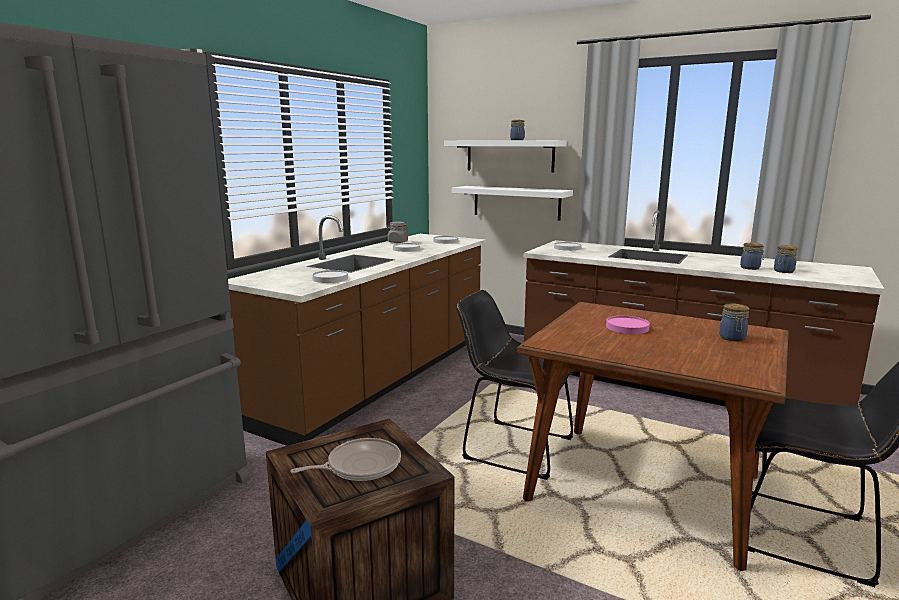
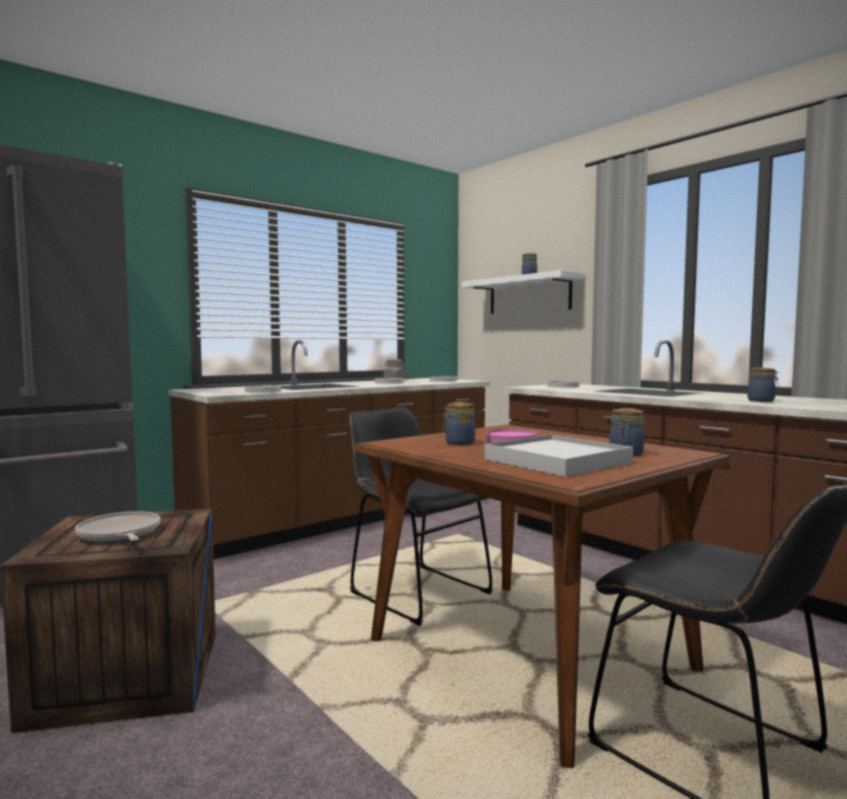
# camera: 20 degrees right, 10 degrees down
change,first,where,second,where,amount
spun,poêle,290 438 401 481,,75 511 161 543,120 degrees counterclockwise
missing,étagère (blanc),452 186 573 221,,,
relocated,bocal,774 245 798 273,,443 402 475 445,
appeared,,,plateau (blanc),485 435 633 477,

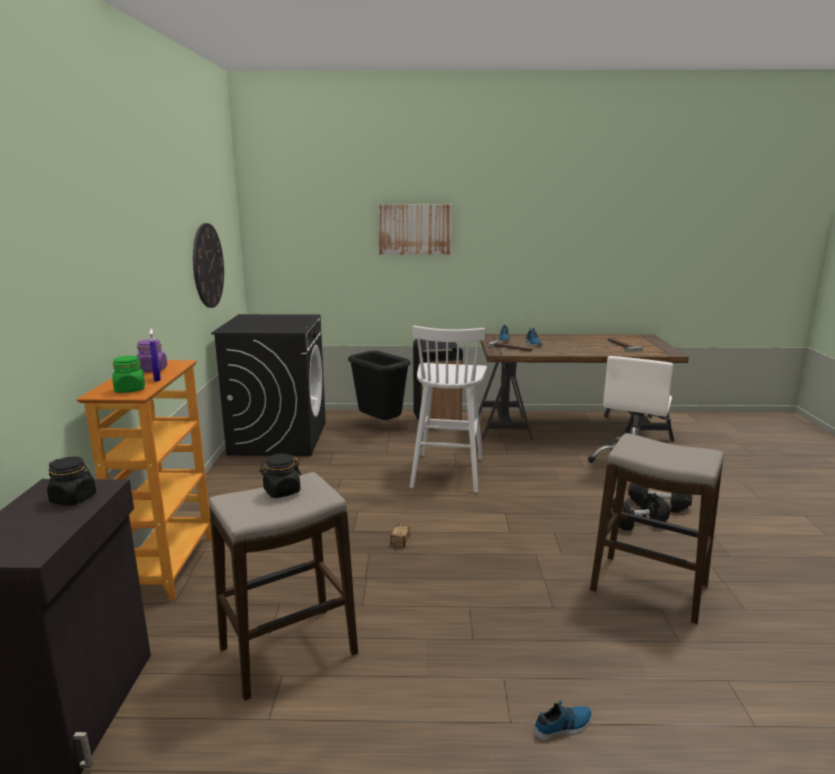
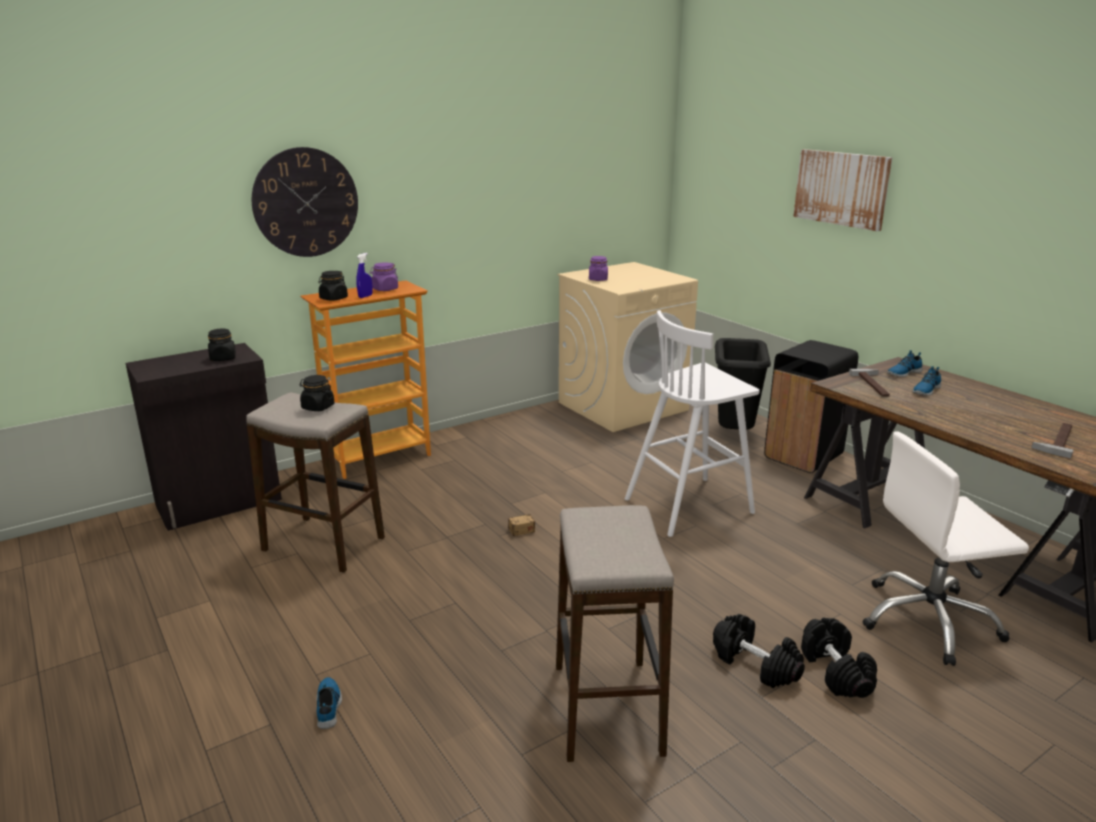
# camera: 55 degrees right, 5 degrees up
change,first,where,second,where,amount
colour,bocal (vert),113 356 145 393,bocal (noir),318 271 348 301,
relocated,horloge murale,193 223 224 308,,251 147 358 257,
colour,lave-linge (noir),211 314 326 456,lave-linge (beige),558 262 698 432,
spun,chaussure,534 700 592 741,,316 677 342 729,135 degrees counterclockwise
appeared,,,bocal (violet),589 256 608 281,

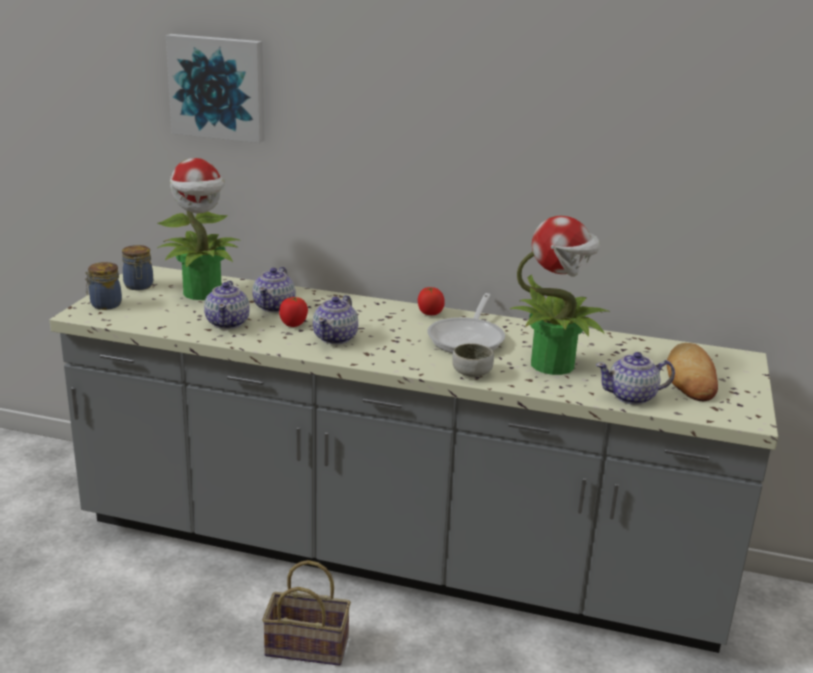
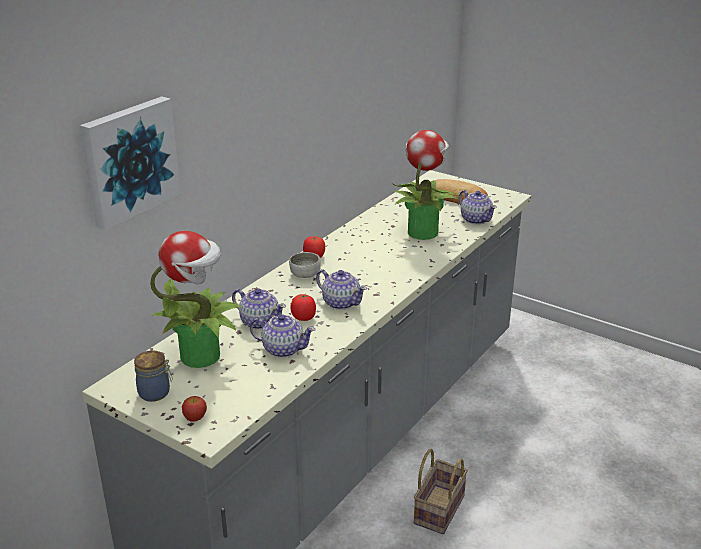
# camera: 70 degrees left, 5 degrees up
change,first,where,second,where,amount
exchanged,bocal,85 262 122 310,pomme,182 396 207 422,
missing,poêle,427 293 505 353,,,
relocated,bol,452 343 494 377,,289 252 321 278,
spun,théière,596 352 675 405,,459 190 497 225,45 degrees counterclockwise

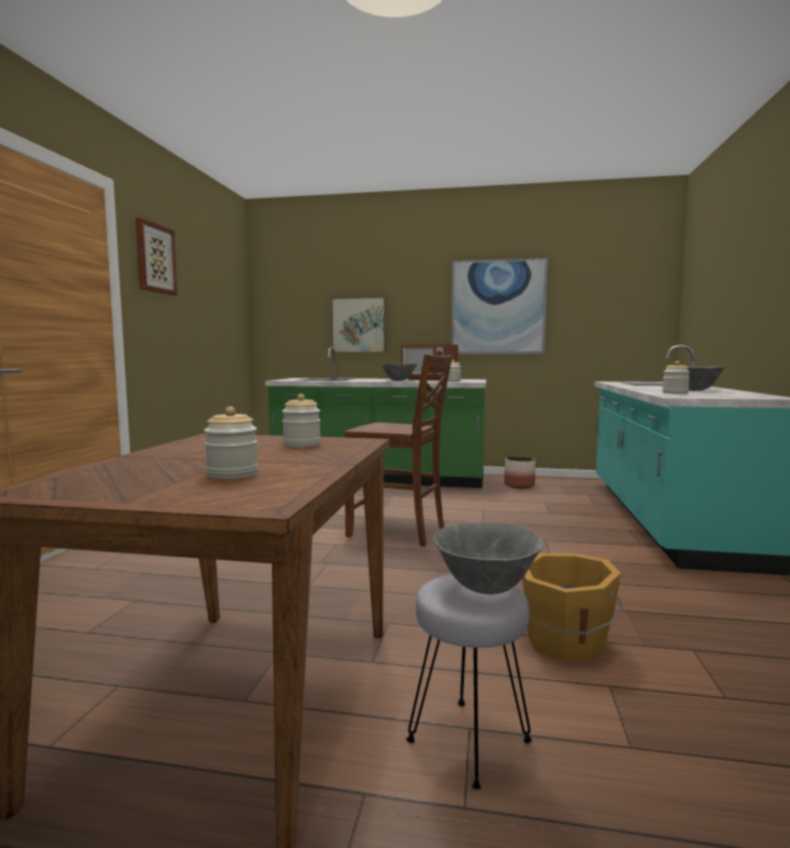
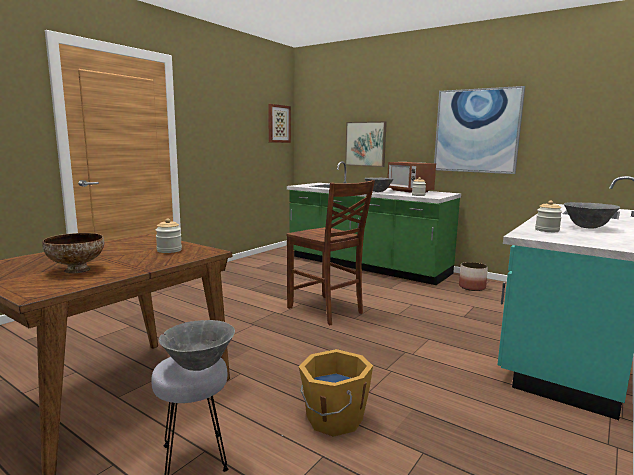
# camera: 25 degrees right, 5 degrees up
change,first,where,second,where,amount
relocated,tableau,136 218 178 295,,268 104 291 143,
exchanged,bocal,204 407 258 479,bol,42 233 104 273,

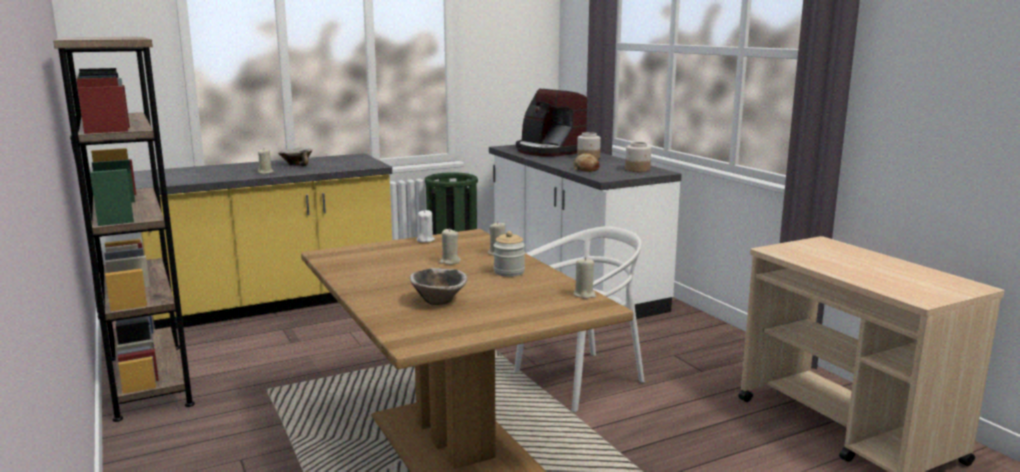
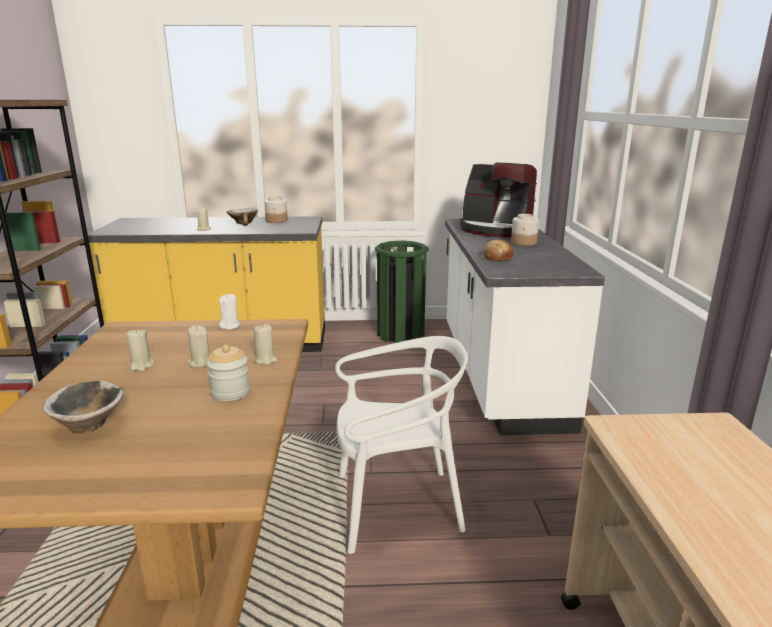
# camera: 25 degrees right, 5 degrees up
change,first,where,second,where,amount
spun,machine à café,516 89 588 157,,460 163 537 237,45 degrees counterclockwise
relocated,bougie (beige),574 257 596 299,,126 329 155 371,
relocated,bocal,625 142 651 172,,265 196 288 223,

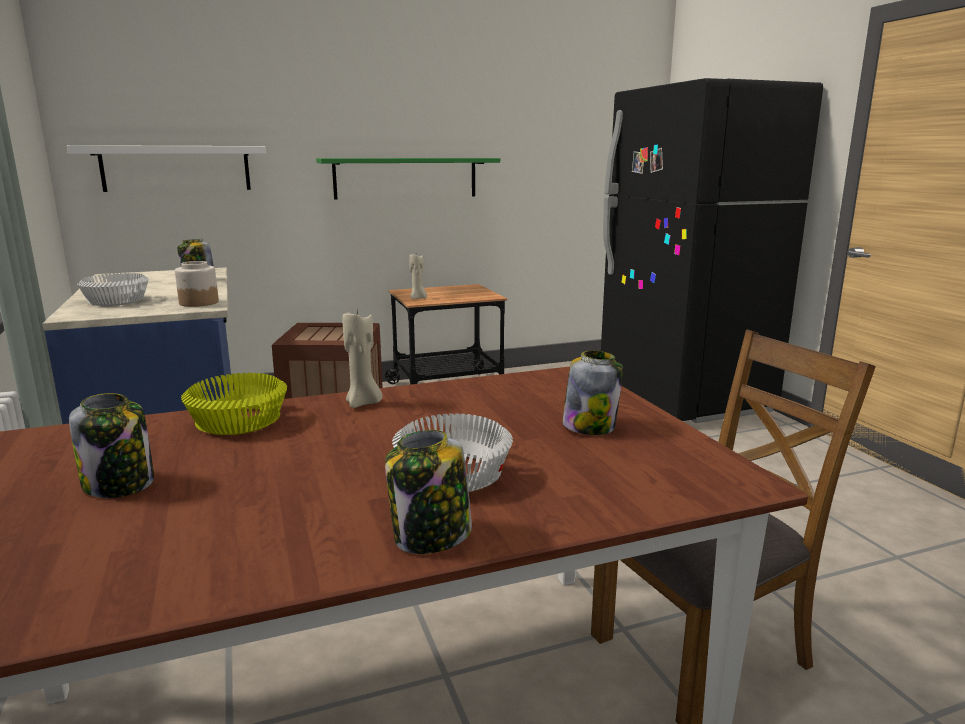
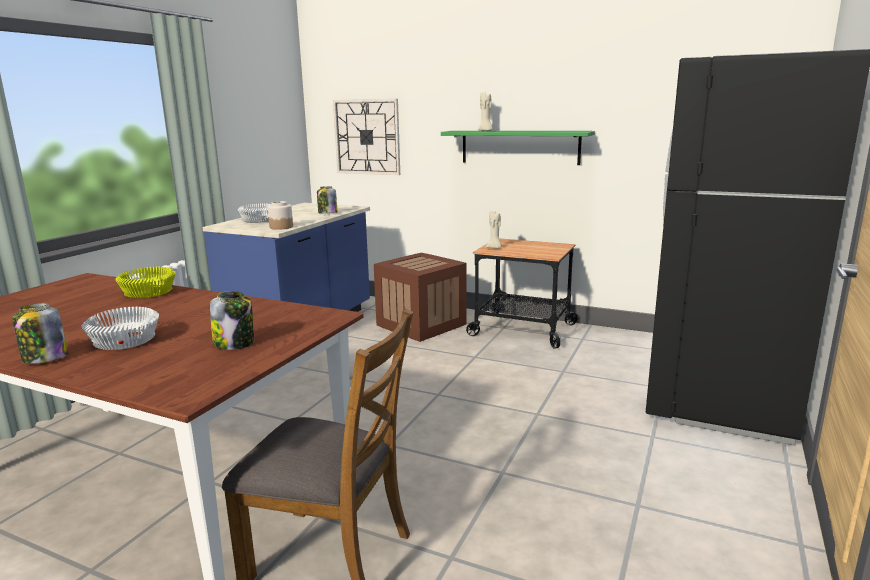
# camera: 45 degrees right, 0 degrees up
change,first,where,second,where,amount
exchanged,étagère (blanc),67 145 266 192,horloge murale,333 99 400 175,
missing,bocal,69 393 154 498,,,
relocated,bougie (beige),342 311 383 408,,478 92 492 131,

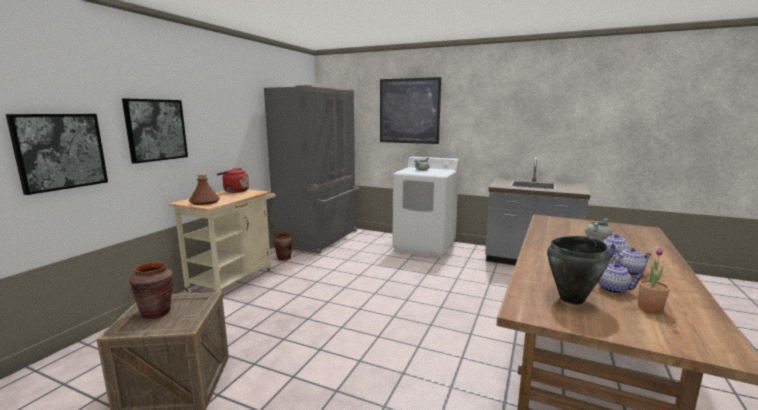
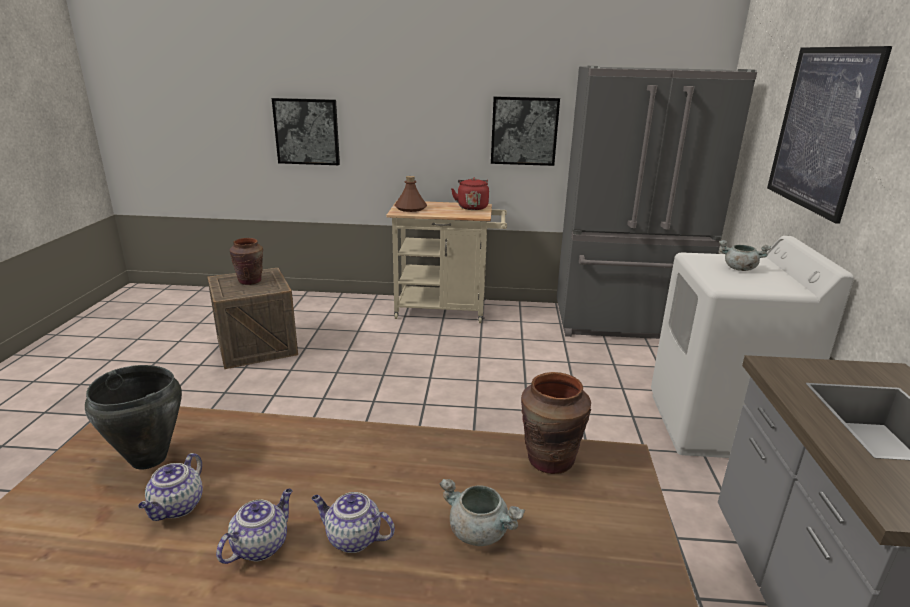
# camera: 70 degrees right, 10 degrees up
change,first,where,second,where,amount
relocated,tableau,122 98 188 164,,491 96 560 166,
relocated,vase (marron),273 232 293 261,,521 372 591 474,
spun,théière,610 248 651 276,,216 489 293 564,120 degrees counterclockwise
missing,plante en pot,638 248 670 313,,,

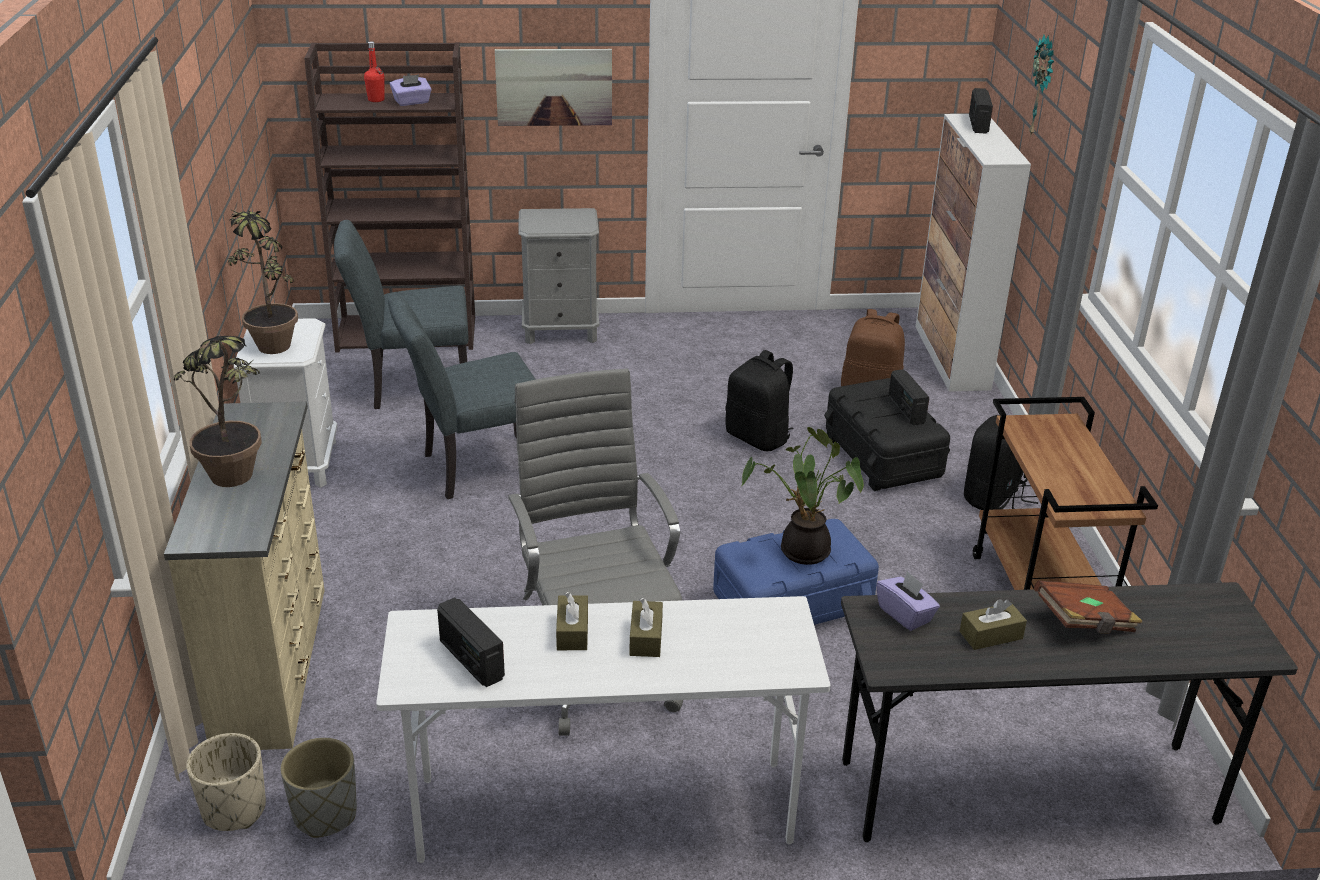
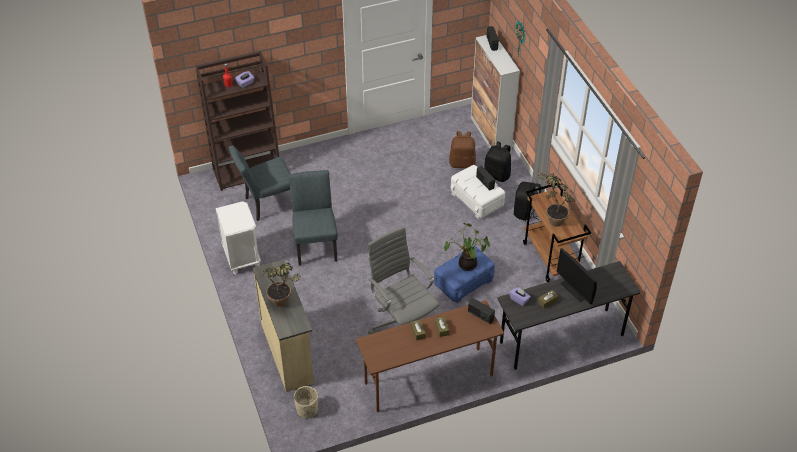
# camera: 15 degrees left, 15 degrees up
change,first,where,second,where,amount
relocated,plante en pot,227 199 298 354,,538 168 576 227,
missing,cache-pot (gris),280 738 357 838,,,
colour,bureau (blanc),376 596 830 863,bureau (marron),356 300 504 412,
spun,chaise (gris),388 295 536 499,,289 170 338 266,120 degrees clockwise
relocated,radio,437 597 505 687,,468 298 495 324,
missing,tableau,495 49 612 126,,,
missing,table de chevet (gris),518 208 599 344,,,
relocated,sac à dos (noir),725 350 794 451,,484 141 511 182,
colour,boîte de rangement (noir),824 378 950 491,boîte de rangement (blanc),451 165 505 219,
exchanged,livre (marron),1034 581 1143 634,écran d'ordinateur,557 248 597 305,

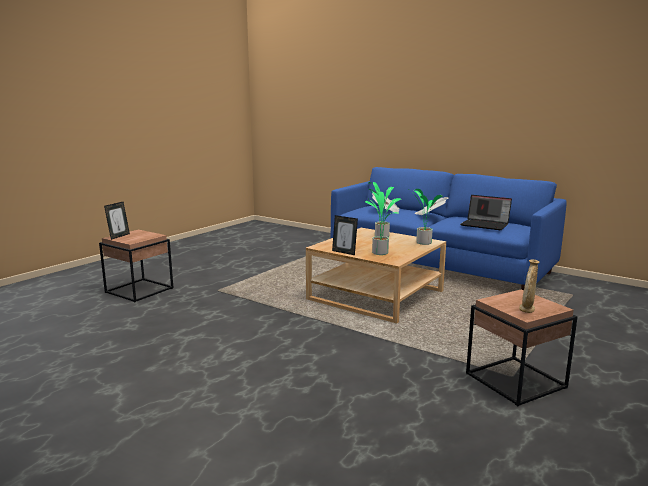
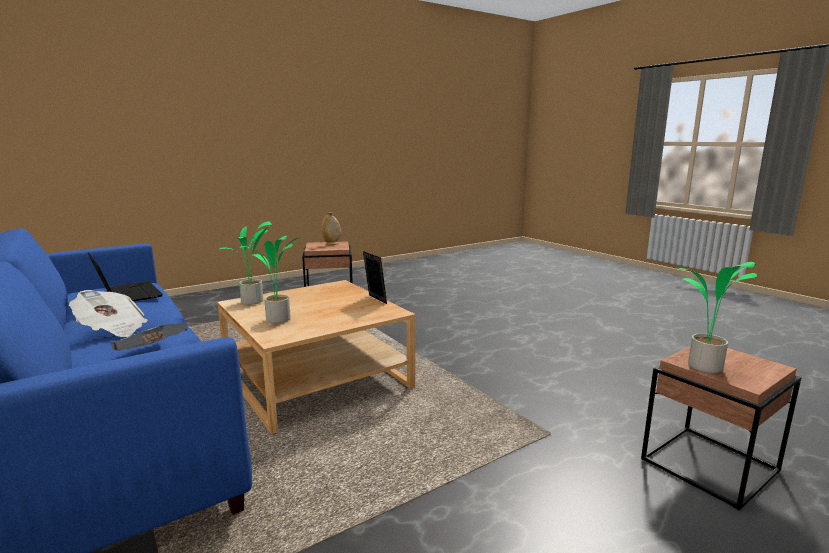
# camera: 160 degrees left, 0 degrees up
change,first,where,second,where,amount
missing,cadre photo,104 202 130 240,,,
relocated,plante en pot,365 191 401 255,,678 262 757 373,

